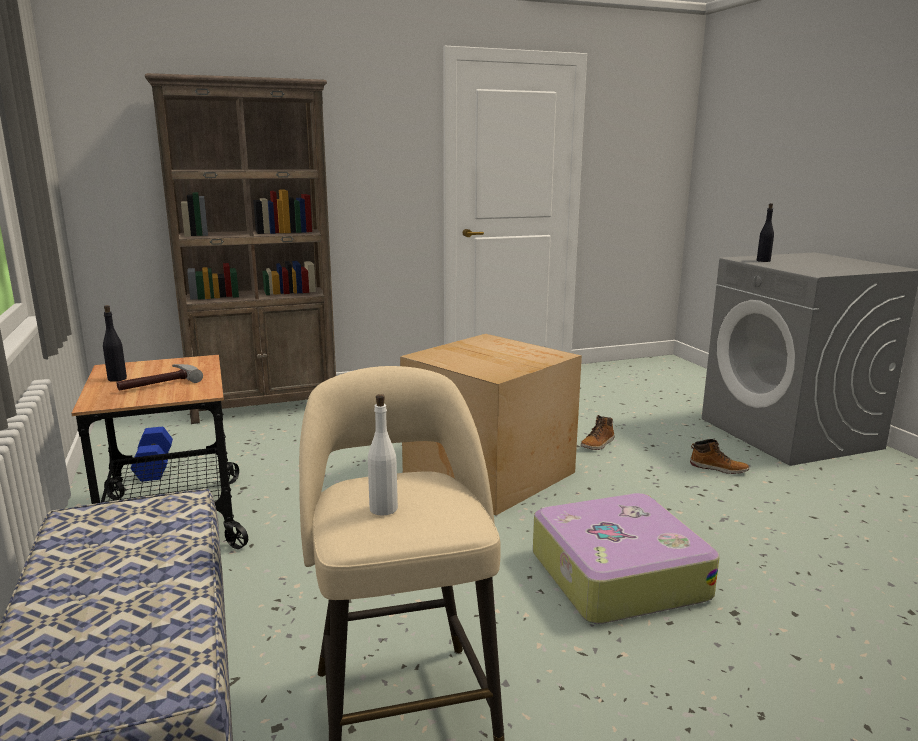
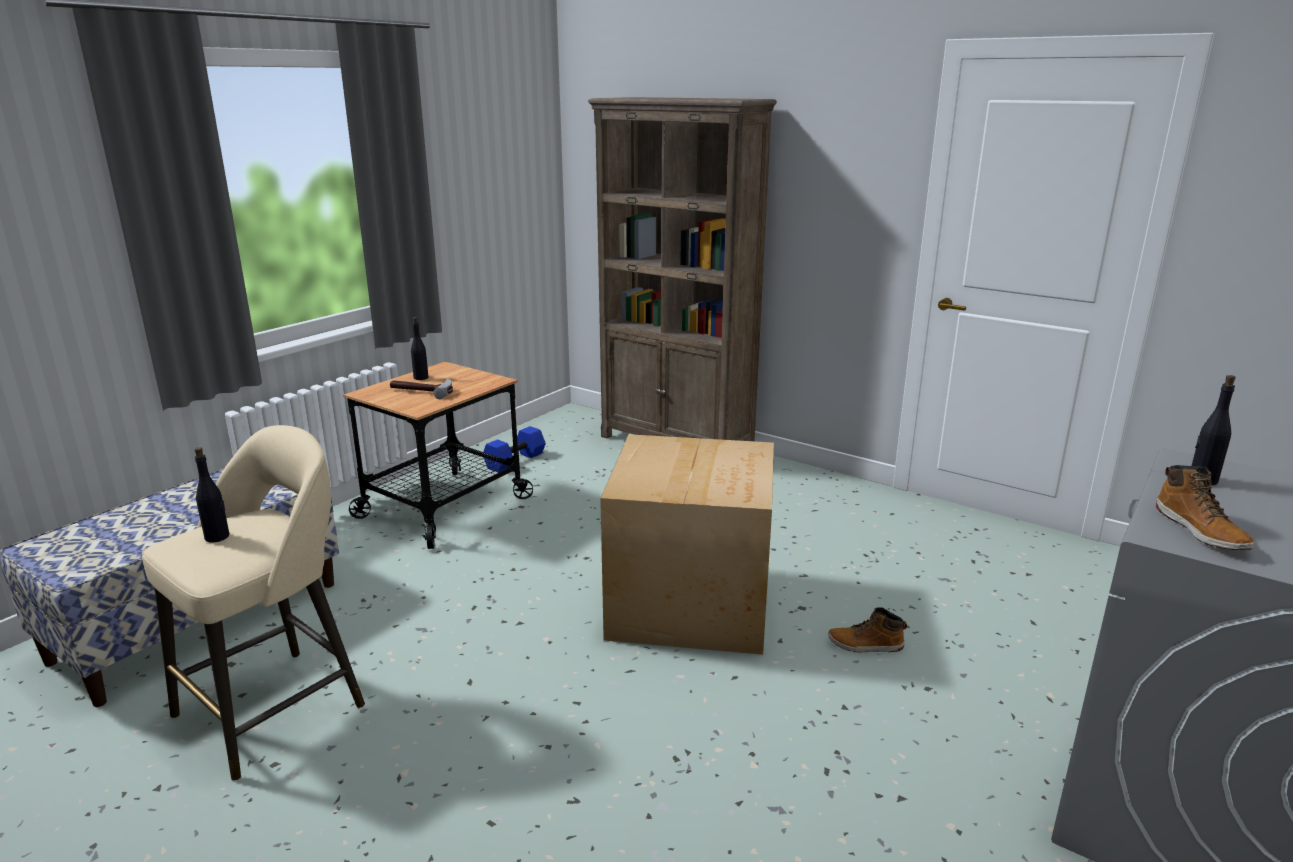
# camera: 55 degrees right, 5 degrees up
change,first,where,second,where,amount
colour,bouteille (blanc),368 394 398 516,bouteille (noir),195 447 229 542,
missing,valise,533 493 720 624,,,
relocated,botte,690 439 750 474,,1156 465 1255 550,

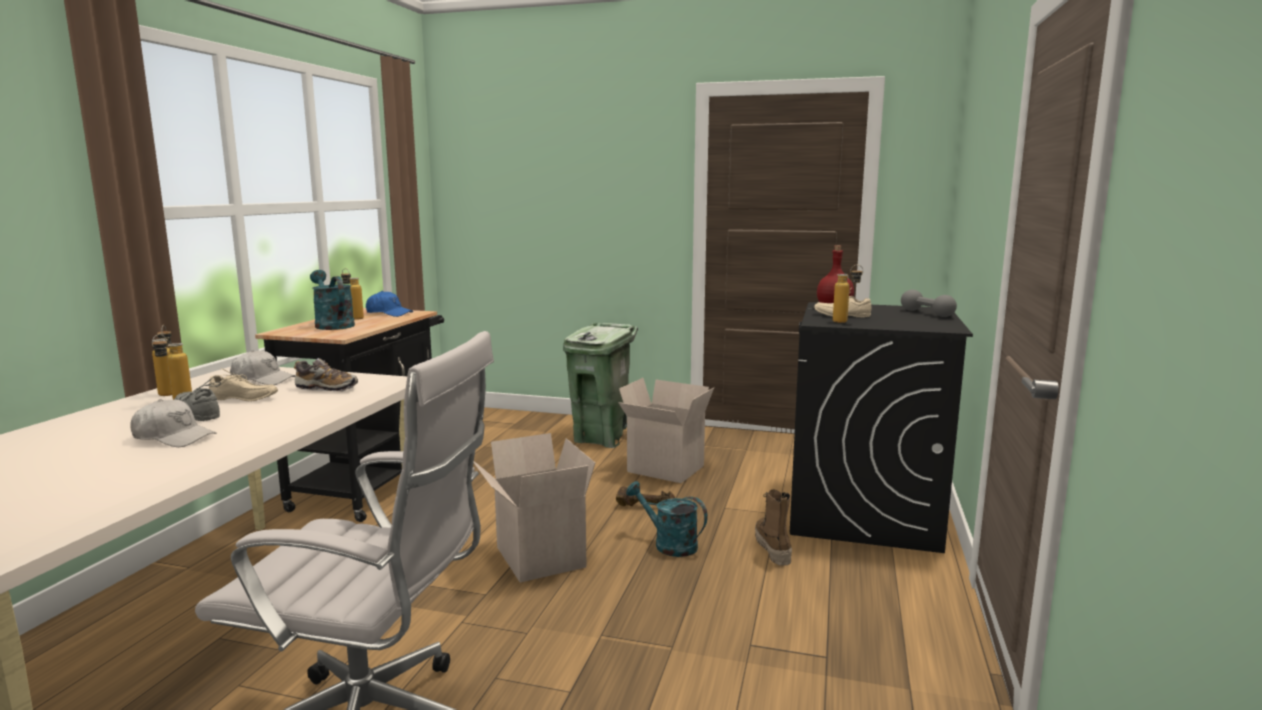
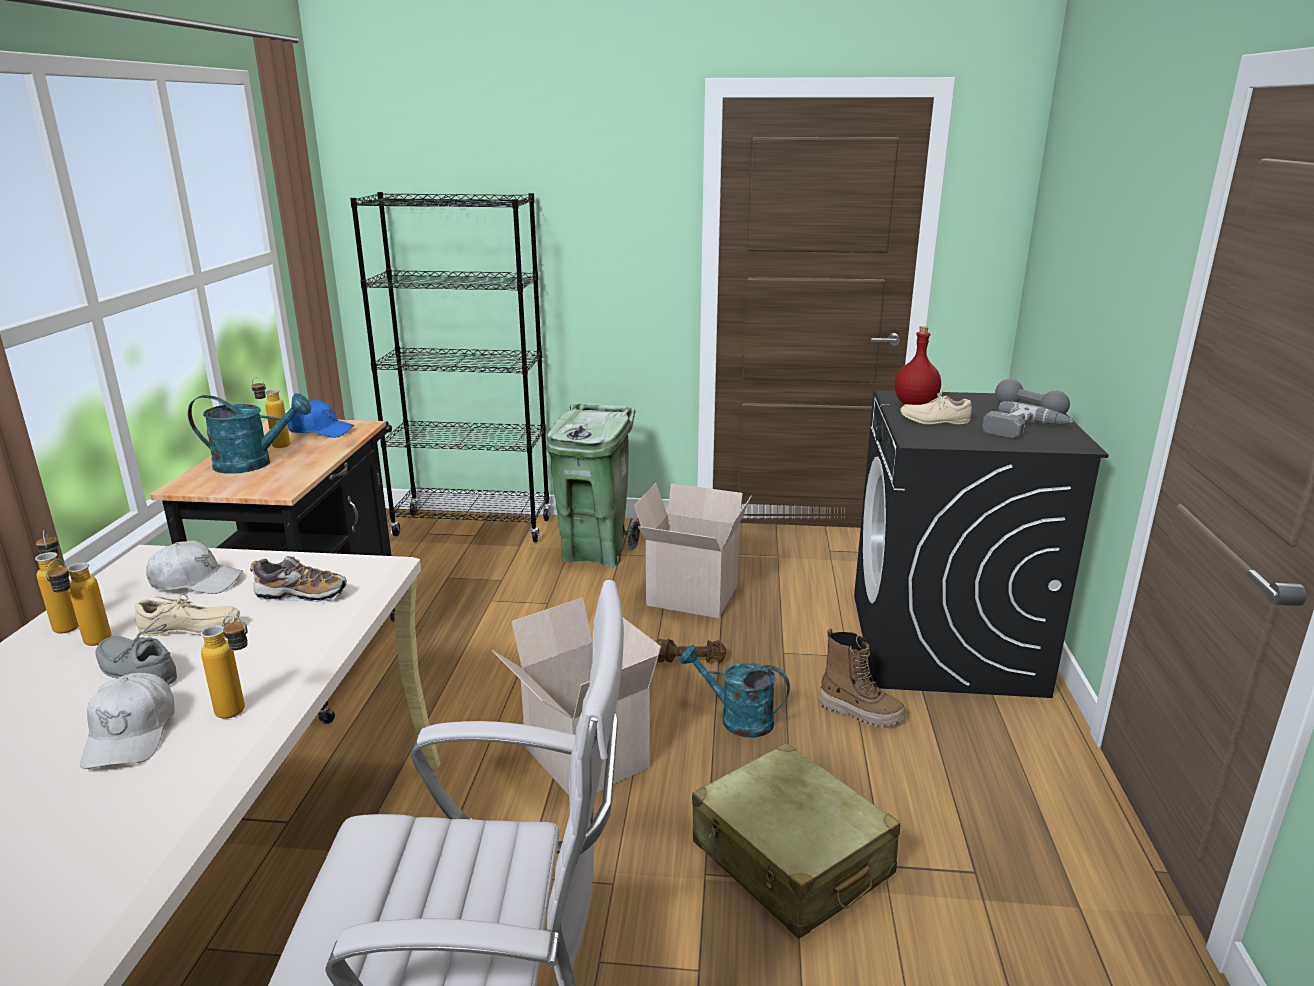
# camera: 10 degrees left, 10 degrees up
change,first,where,second,where,amount
spun,casquette (blanc),131 399 216 447,,80 673 174 769,75 degrees clockwise
spun,arrosoir (turquoise),310 270 355 330,,188 393 311 474,135 degrees clockwise
spun,botte,755 489 792 566,,819 628 905 727,135 degrees clockwise
relocated,bouteille,833 265 863 323,,200 615 248 719,
appeared,,,bibliothèque (noir),350 192 551 542,
appeared,,,valise (beige),692 743 900 939,
appeared,,,perceuse,982 401 1073 439,

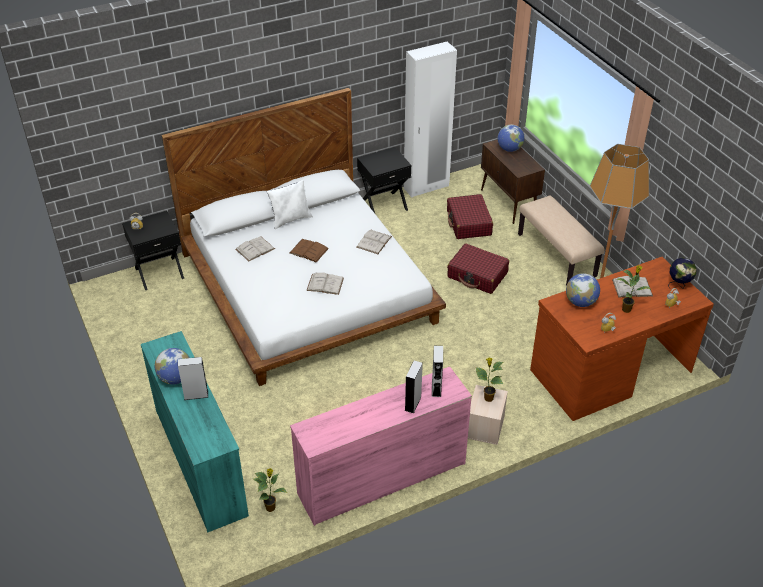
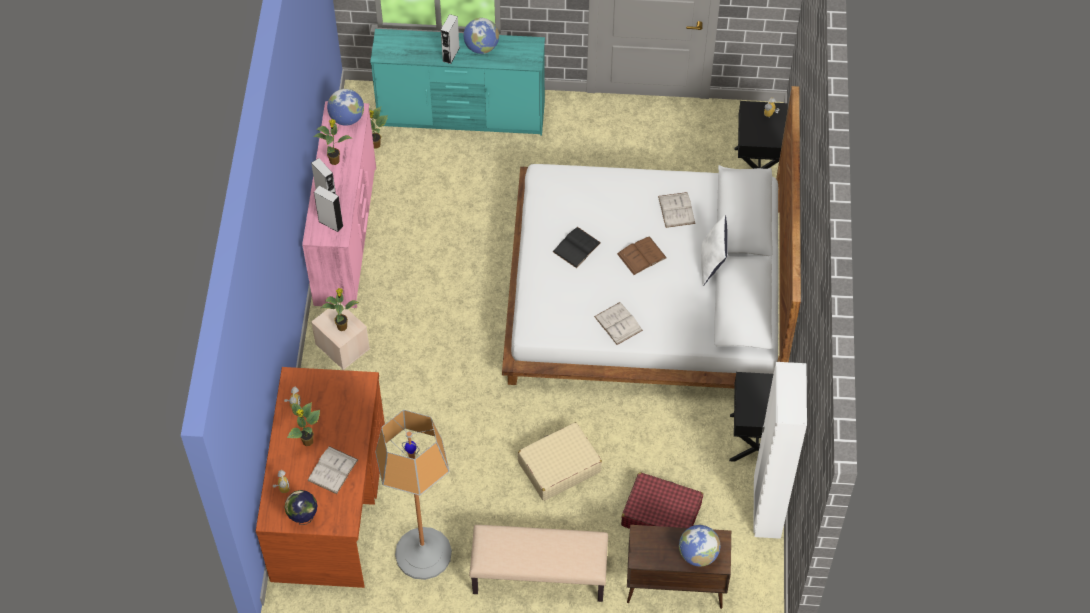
# camera: 120 degrees right, 15 degrees up
change,first,where,second,where,amount
colour,livre (blanc),306 273 344 295,livre (noir),553 227 601 268,
colour,valise (rouge),447 243 509 294,valise (beige),518 422 602 501,
relocated,globe,566 273 600 307,,327 89 364 126,
appeared,,,plante en pot,313 119 351 165,

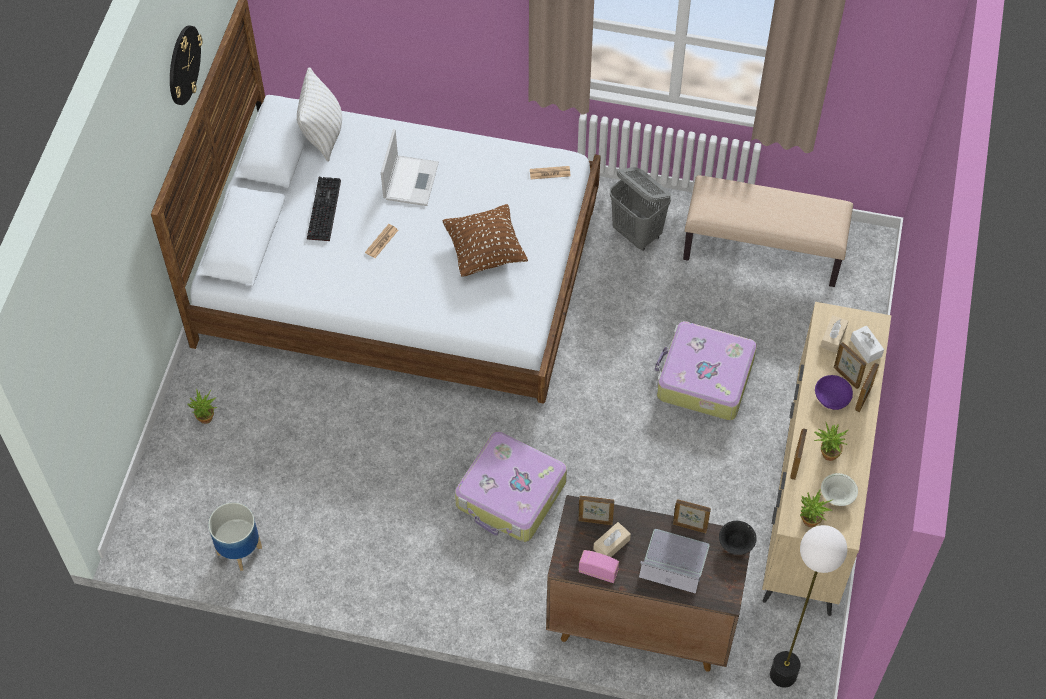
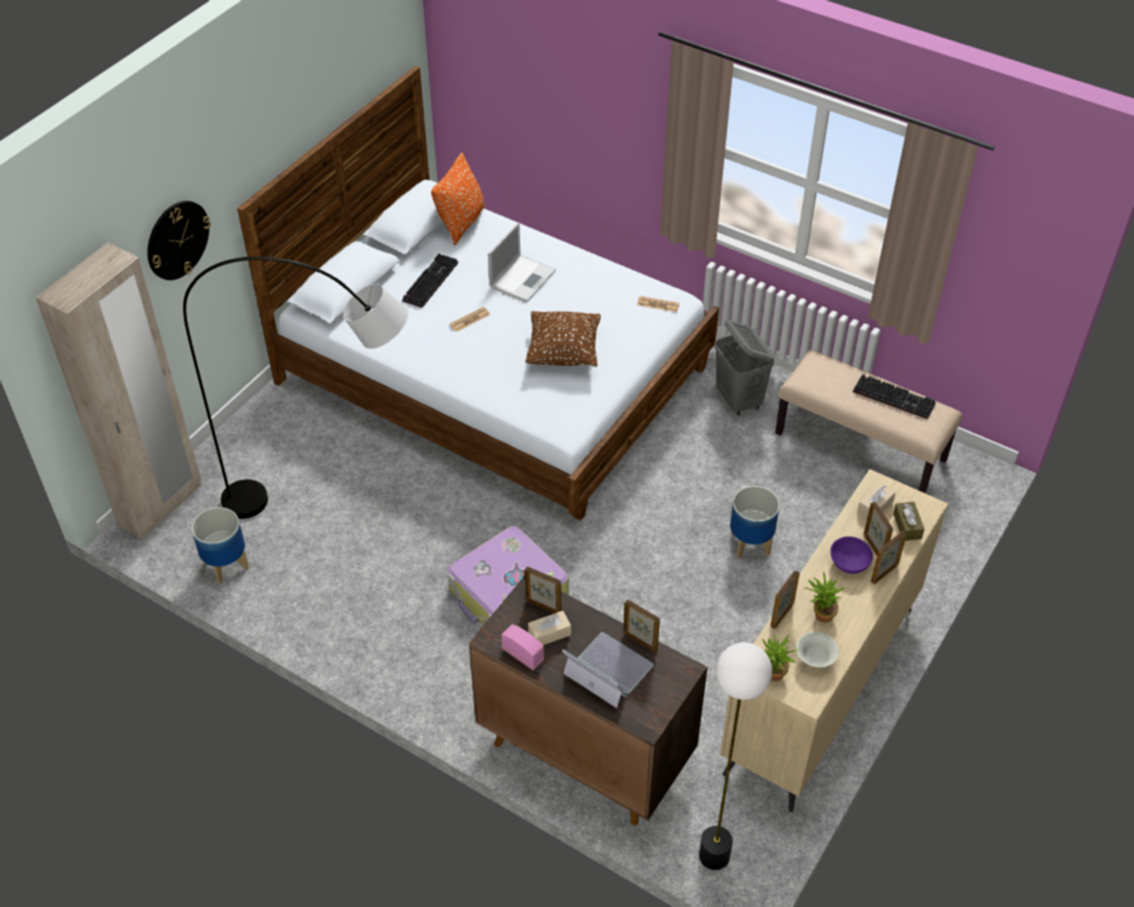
# camera: 20 degrees right, 10 degrees down
change,first,where,second,where,amount
relocated,horloge murale,170 25 203 105,,147 201 211 280,
missing,plante en pot,187 389 218 424,,,
colour,coussin (blanc),297 67 342 162,coussin (orange),431 153 485 245,
exchanged,valise,655 321 757 420,cache-pot,730 486 780 558,
missing,bol (noir),719 521 756 555,,,
colour,boîte à mouchoirs (blanc),850 326 884 363,boîte à mouchoirs (marron),893 502 925 541,
appeared,,,armoire (beige),36 243 201 540,
appeared,,,lampadaire (gris),183 257 408 519,
appeared,,,clavier,853 374 936 419,

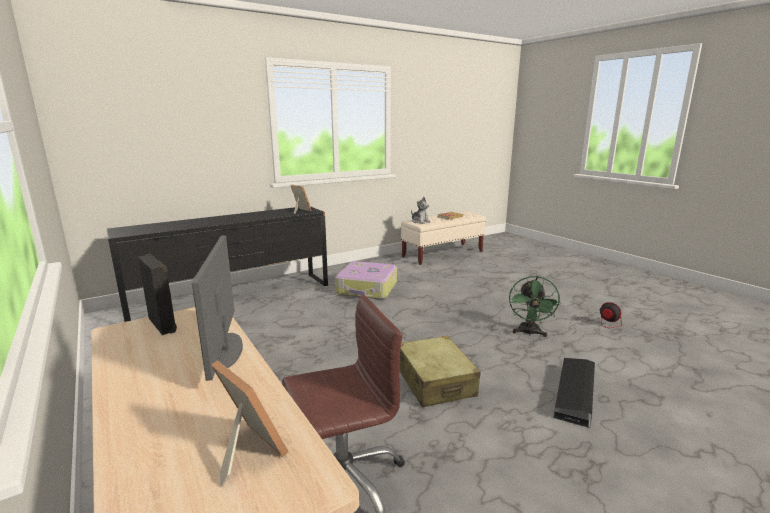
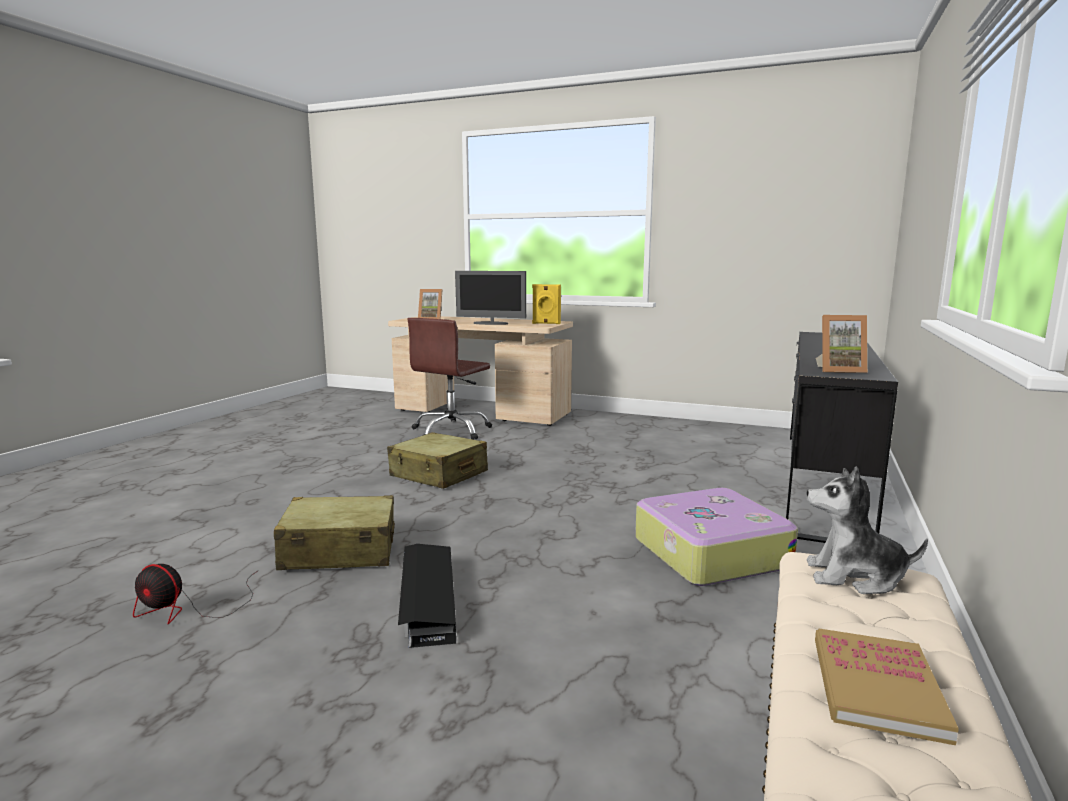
# camera: 145 degrees right, 5 degrees down
change,first,where,second,where,amount
colour,enceinte (noir),138 254 177 335,enceinte (jaune),532 284 561 324,
spun,écran d'ordinateur,192 235 243 381,,455 271 526 325,150 degrees clockwise
exchanged,ventilateur (vert),509 276 561 337,valise (beige),274 495 395 570,
relocated,boîte de rangement (noir),554 358 595 428,,398 544 458 648,

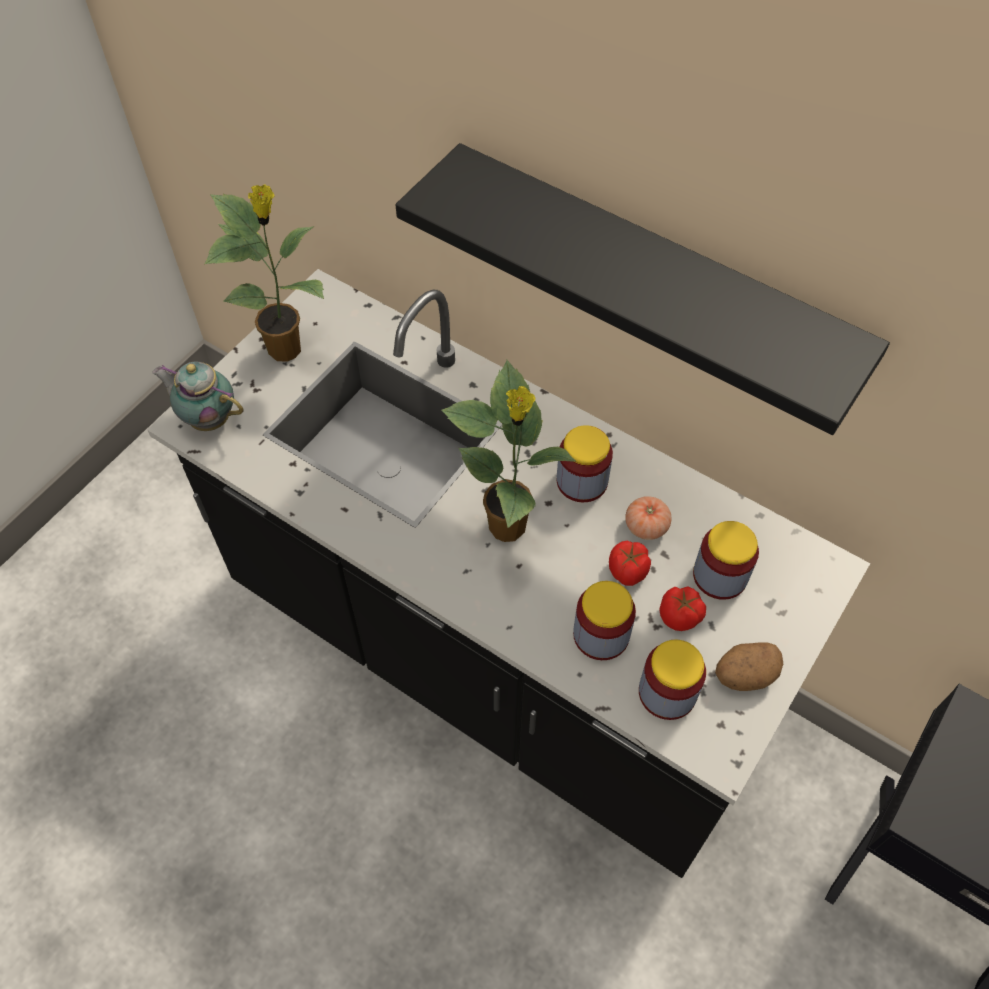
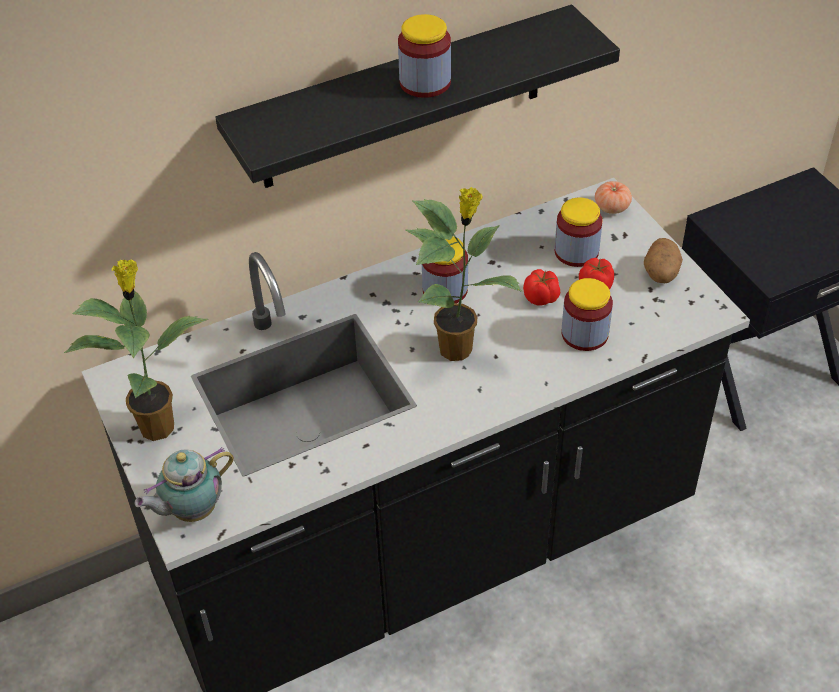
# camera: 60 degrees left, 10 degrees down
change,first,where,second,where,amount
relocated,tomate,625 496 671 540,,595 181 632 214,
relocated,bocal,639 639 706 720,,398 14 451 98,

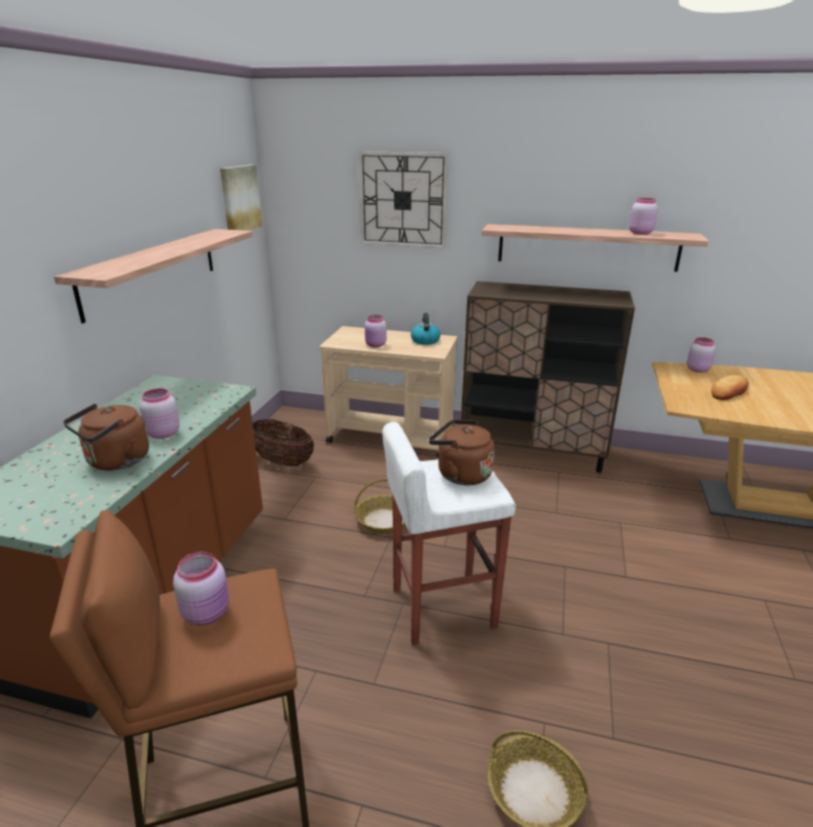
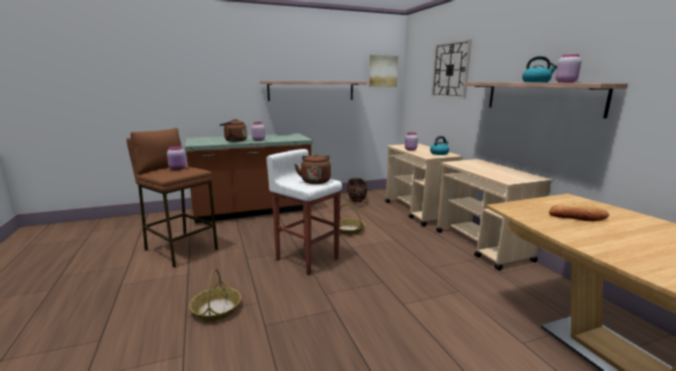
# camera: 55 degrees right, 10 degrees down
change,first,where,second,where,amount
exchanged,meuble de rangement (marron),461 281 635 473,chariot (beige),436 159 552 271,
missing,bocal (rose),687 337 716 373,,,
appeared,,,bouilloire,522 56 557 82,

